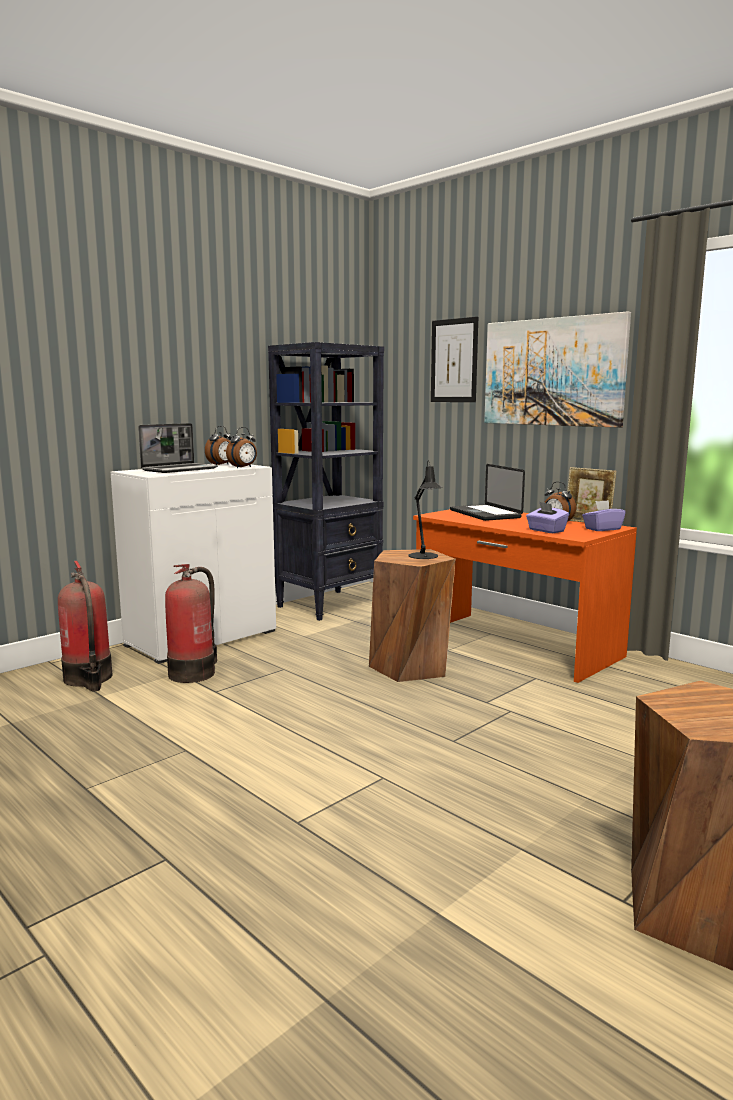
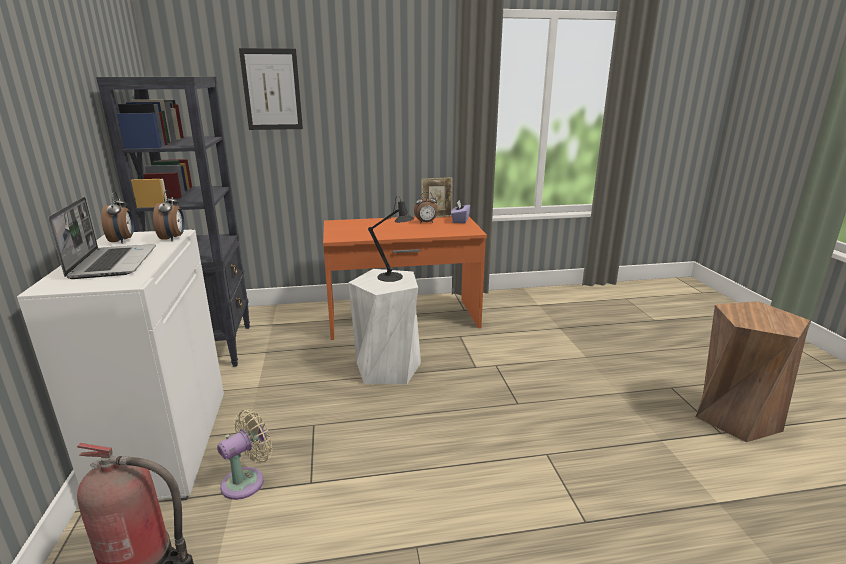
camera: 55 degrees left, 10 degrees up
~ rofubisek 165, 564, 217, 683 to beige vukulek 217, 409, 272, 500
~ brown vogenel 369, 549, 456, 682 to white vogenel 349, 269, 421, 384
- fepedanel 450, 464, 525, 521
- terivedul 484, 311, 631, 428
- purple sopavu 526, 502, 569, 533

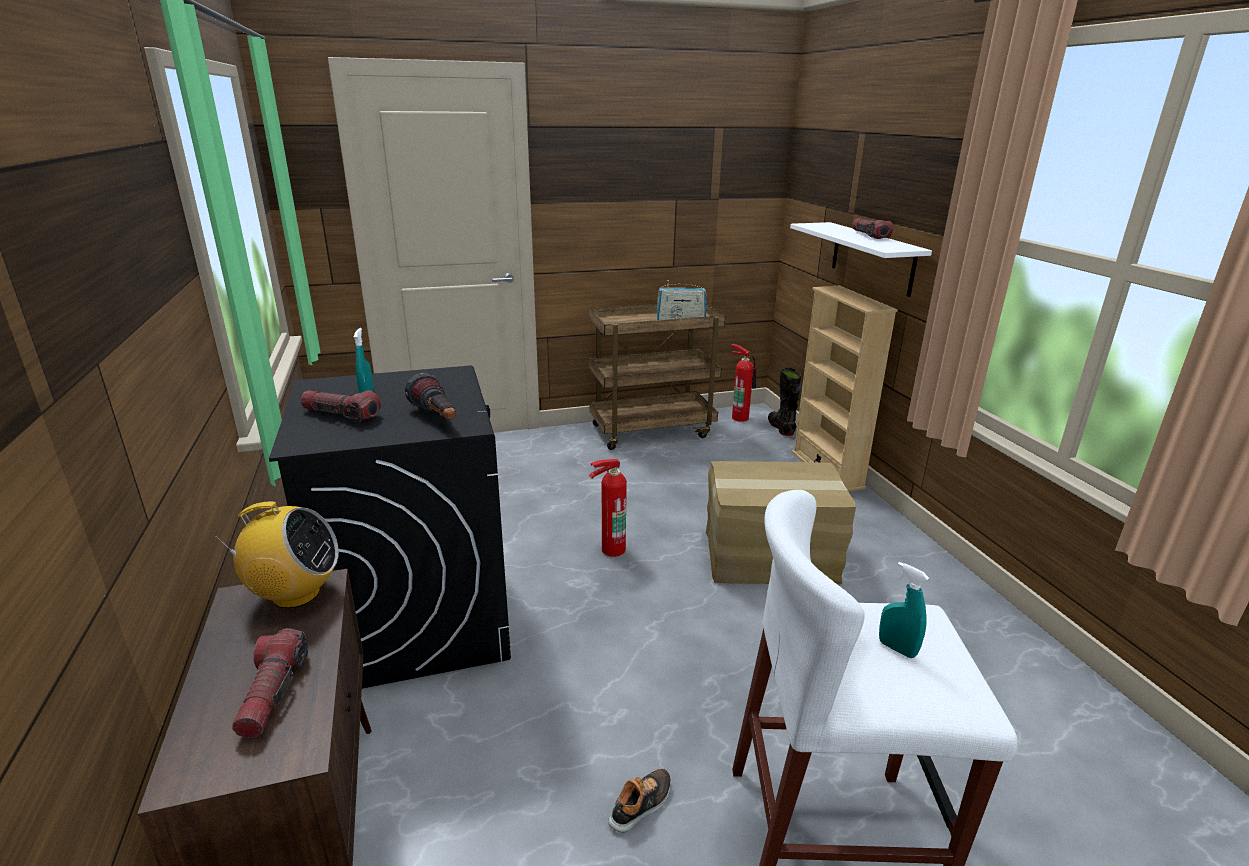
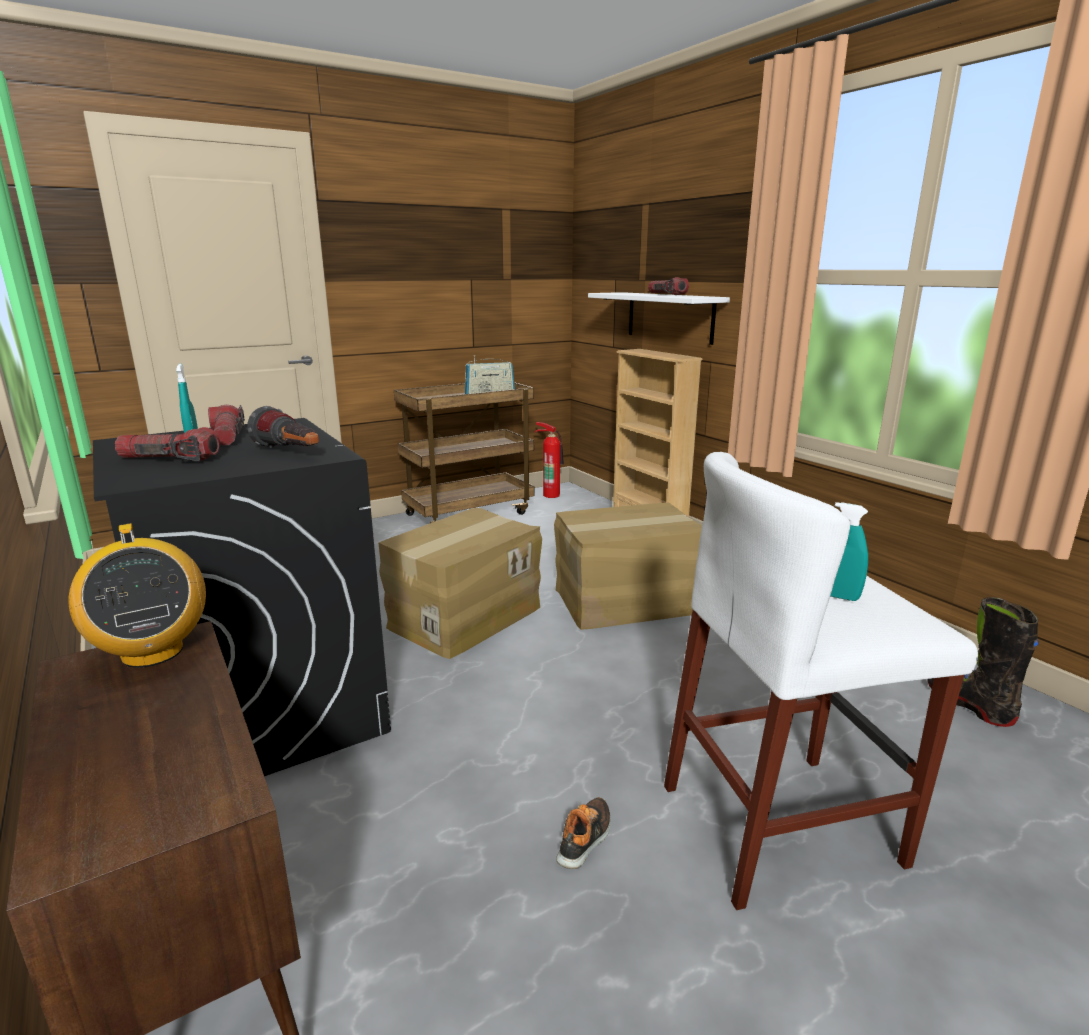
camera: 15 degrees left, 5 degrees down
~ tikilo 215, 502, 339, 609 = 68, 523, 206, 668 75 degrees clockwise
~ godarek 232, 628, 308, 738 to 208, 405, 245, 446
~ rofubisek 589, 459, 627, 557 to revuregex 379, 508, 542, 659
~ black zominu 768, 367, 801, 436 to 928, 597, 1039, 727

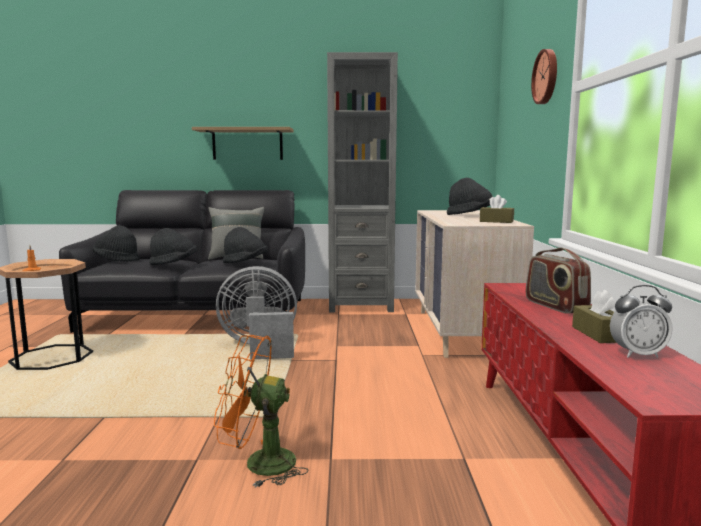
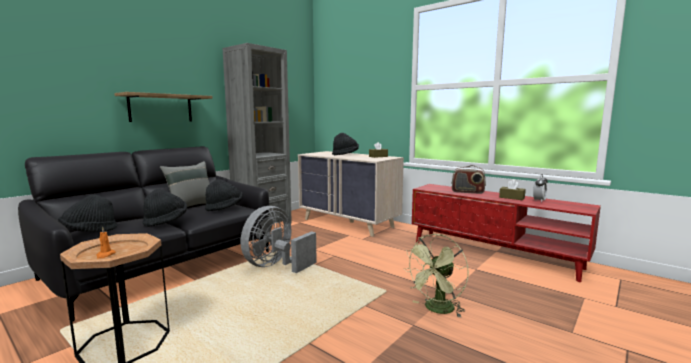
camera: 50 degrees left, 0 degrees up
~ orange vukulek 214, 335, 308, 487 to green vukulek 404, 234, 469, 317
- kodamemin 531, 49, 557, 104

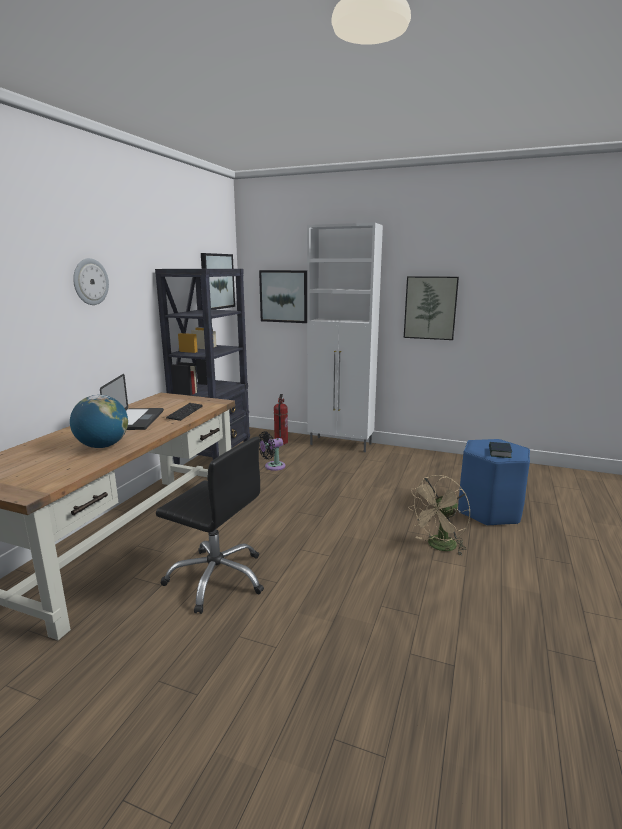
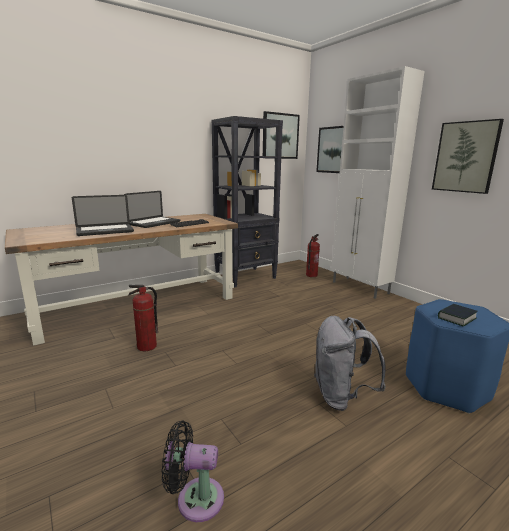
camera: 35 degrees right, 0 degrees up
~ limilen 70, 395, 128, 448 to fepedanel 72, 195, 134, 236
~ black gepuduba 156, 436, 264, 614 to rofubisek 129, 285, 158, 351
~ black vukulek 259, 431, 286, 471 to 161, 421, 224, 522
~ beige vukulek 408, 475, 470, 555 to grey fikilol 314, 316, 386, 411
- kodamemin 73, 258, 109, 305

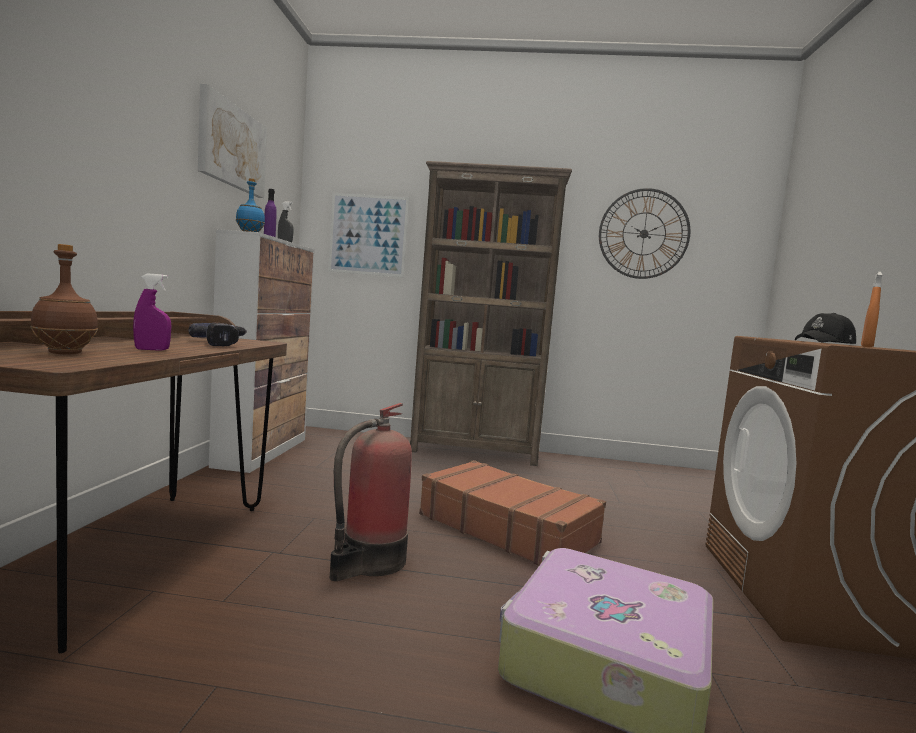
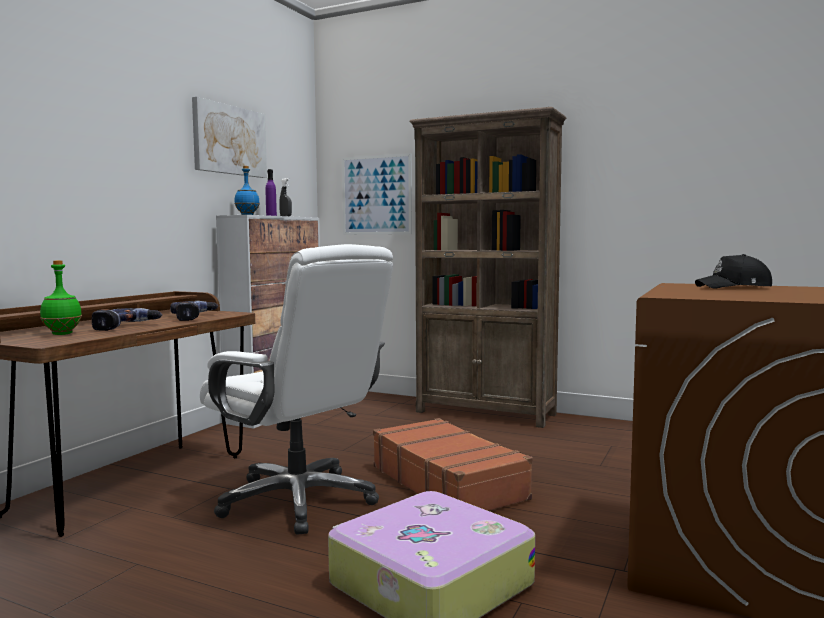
camera: 20 degrees right, 0 degrees up
~ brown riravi 30, 244, 98, 355 to green riravi 40, 260, 82, 335
~ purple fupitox 133, 273, 171, 351 to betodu 92, 308, 162, 331
~ rofubisek 330, 403, 412, 581 to white gepuduba 200, 244, 393, 535
- kodamemin 599, 188, 690, 279
- orange fupitox 861, 272, 882, 347

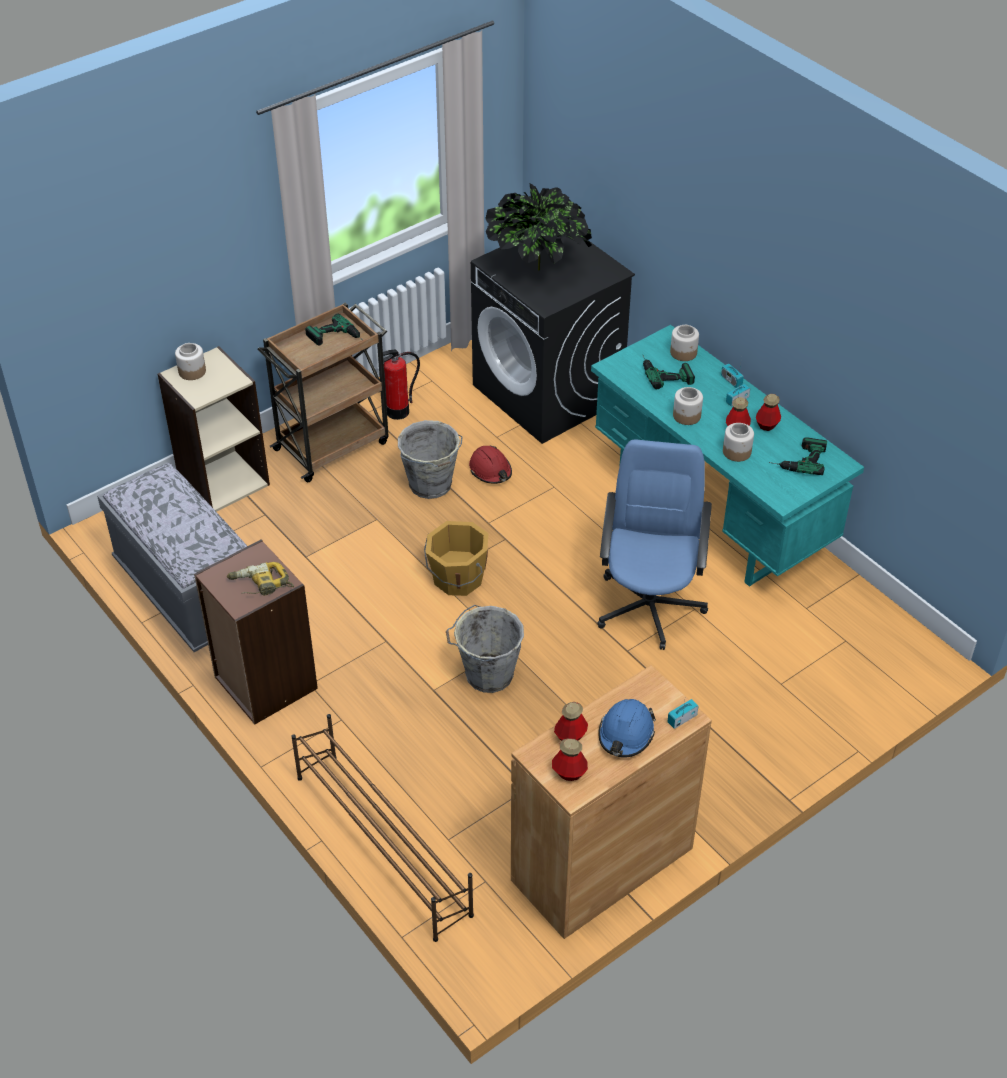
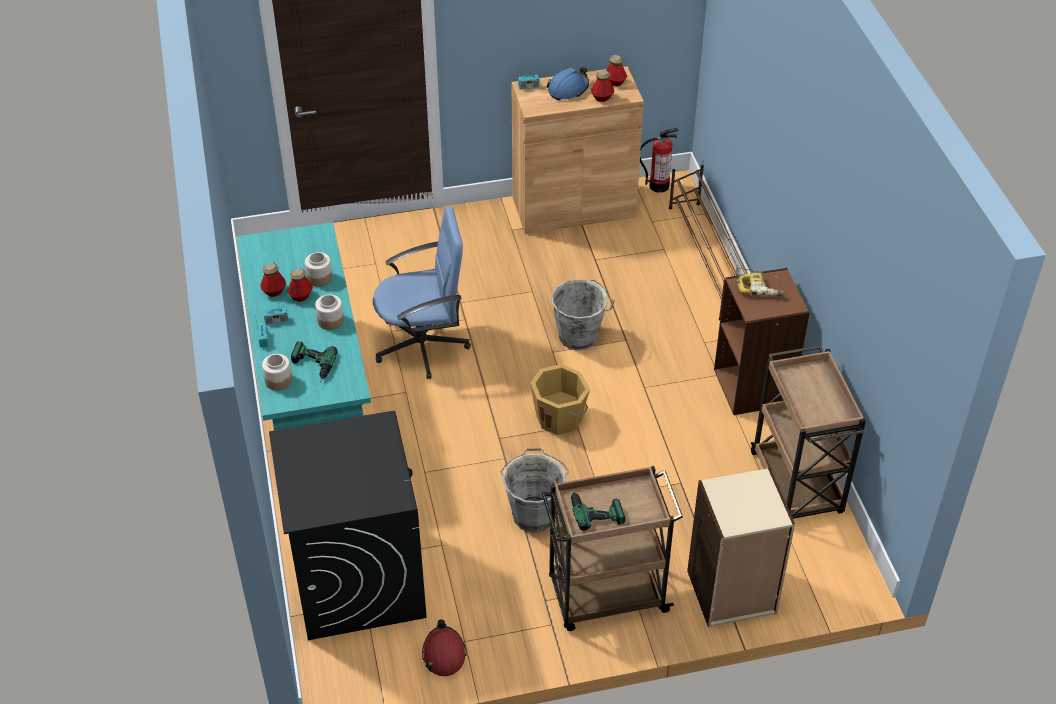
camera: 155 degrees left, 0 degrees up
~ blue gepuduba 598, 439, 712, 650 = 373, 206, 471, 379 135 degrees counterclockwise
~ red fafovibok 469, 446, 512, 484 to 422, 619, 467, 676
~ rofubisek 383, 349, 420, 420 to 640, 128, 679, 193
~ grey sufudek 97, 463, 247, 652 to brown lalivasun 751, 345, 866, 519
- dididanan 175, 343, 206, 380
- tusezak 485, 183, 592, 270
- betodu 769, 437, 827, 475

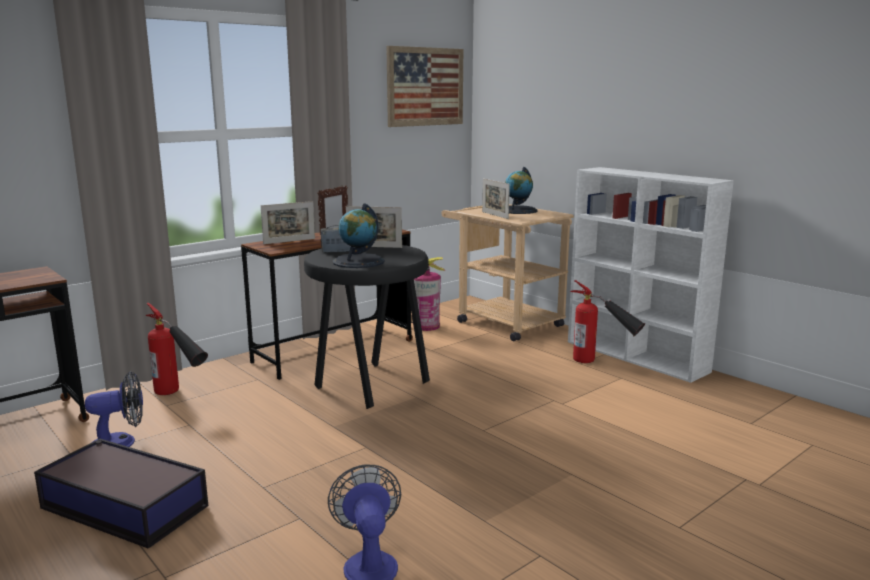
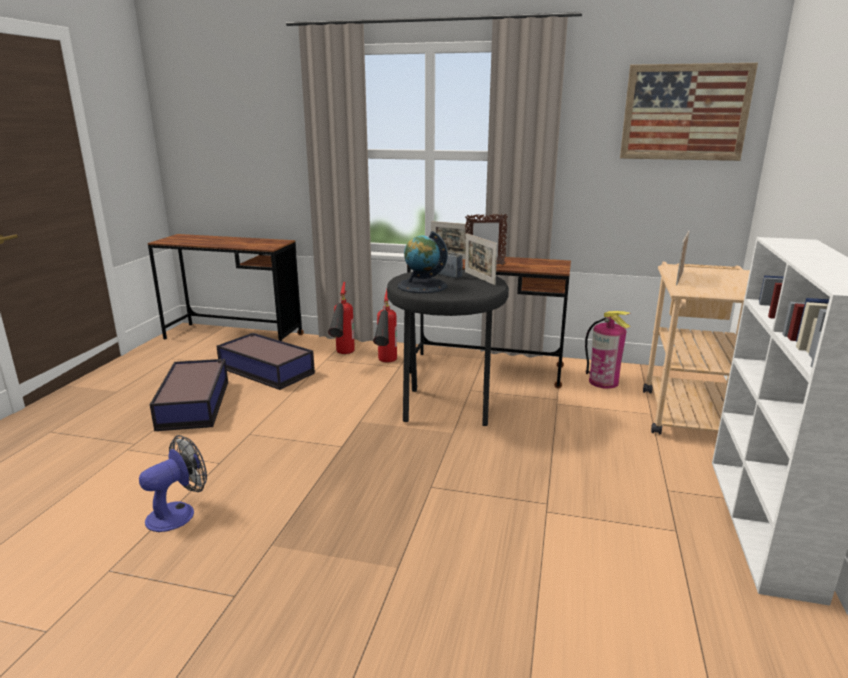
camera: 55 degrees right, 5 degrees up
~ vukulek 85, 371, 143, 447 to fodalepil 216, 333, 315, 390
~ rofubisek 570, 280, 645, 363 to 373, 289, 397, 363
- limilen 505, 167, 537, 214

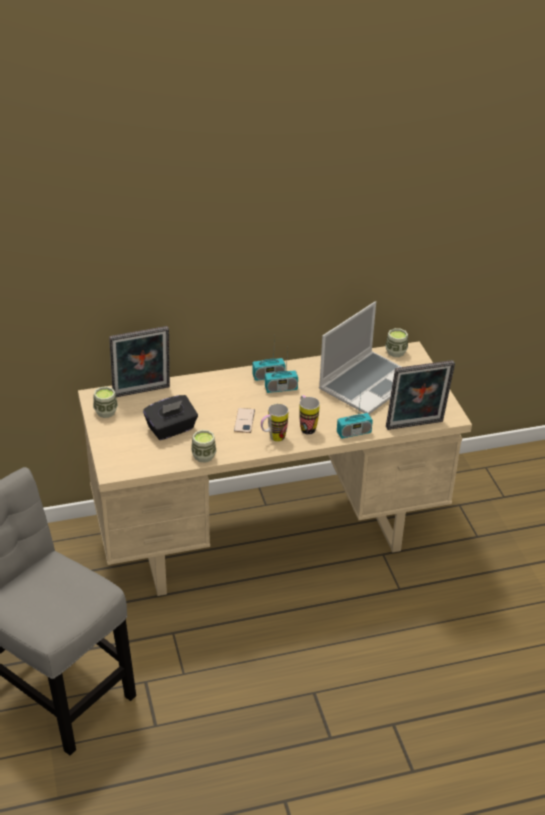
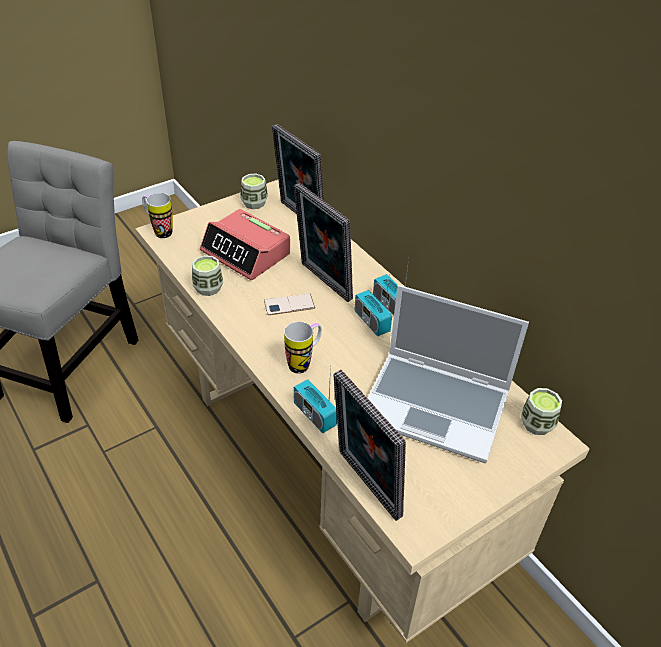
camera: 70 degrees right, 5 degrees up
~ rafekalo 261, 404, 289, 442 to 142, 193, 173, 238
~ black sopavu 143, 395, 198, 440 to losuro 200, 209, 290, 280
+ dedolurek 294, 183, 353, 302

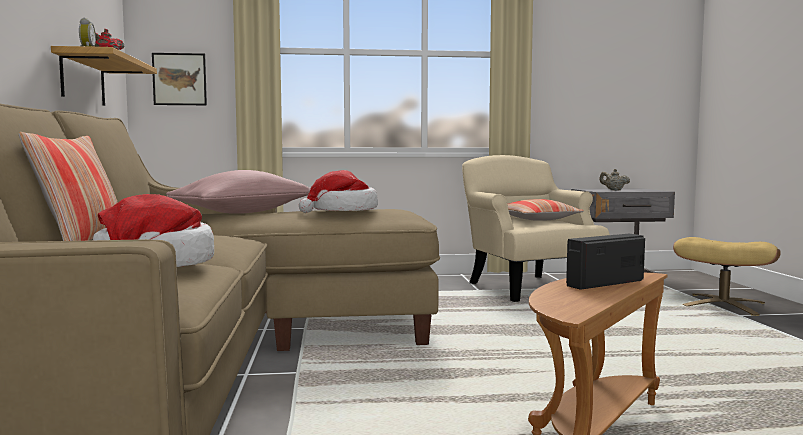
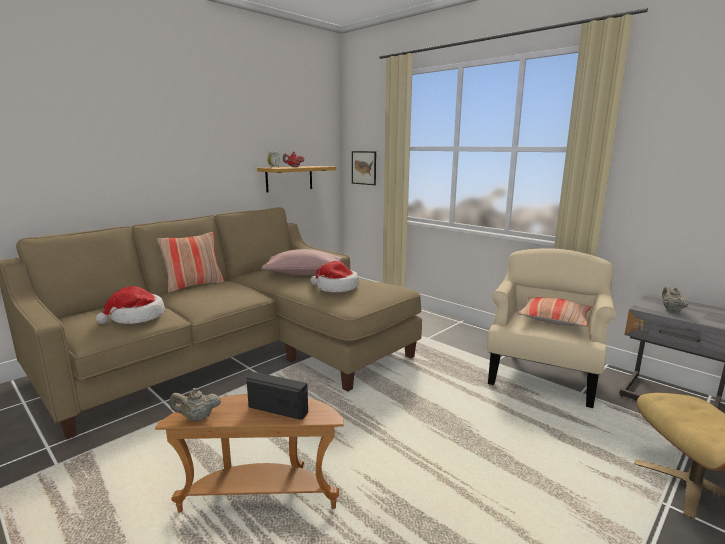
camera: 50 degrees right, 10 degrees up
+ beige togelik 169, 388, 221, 421

